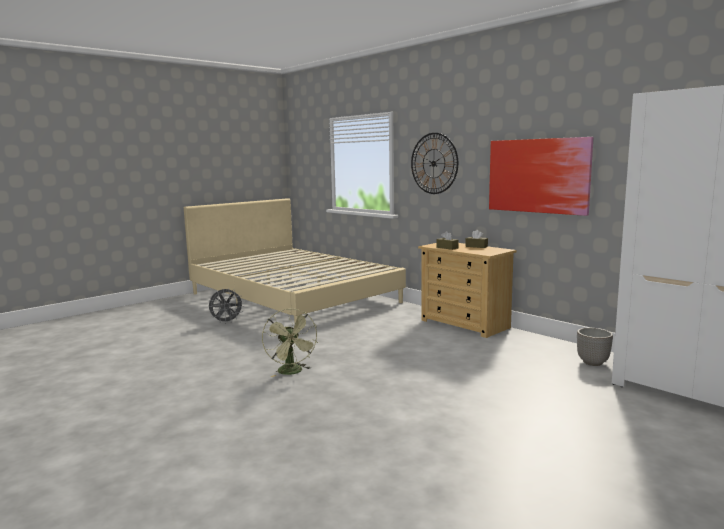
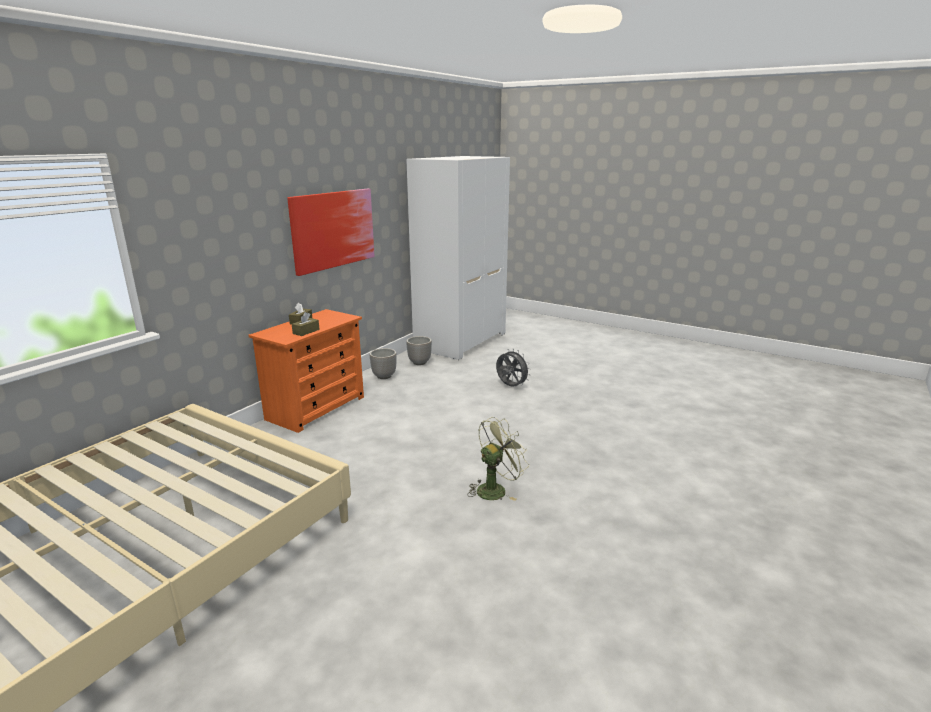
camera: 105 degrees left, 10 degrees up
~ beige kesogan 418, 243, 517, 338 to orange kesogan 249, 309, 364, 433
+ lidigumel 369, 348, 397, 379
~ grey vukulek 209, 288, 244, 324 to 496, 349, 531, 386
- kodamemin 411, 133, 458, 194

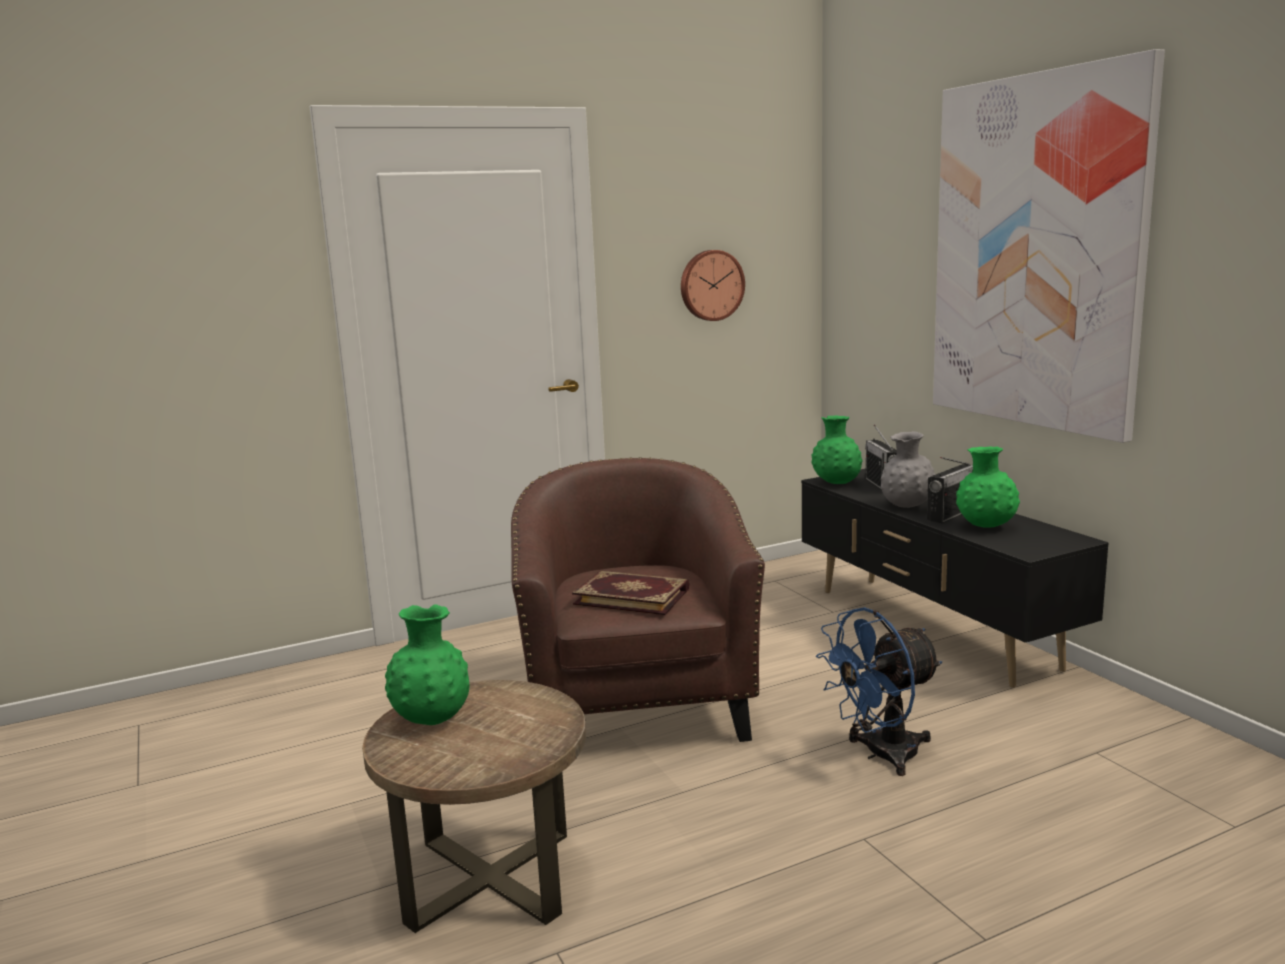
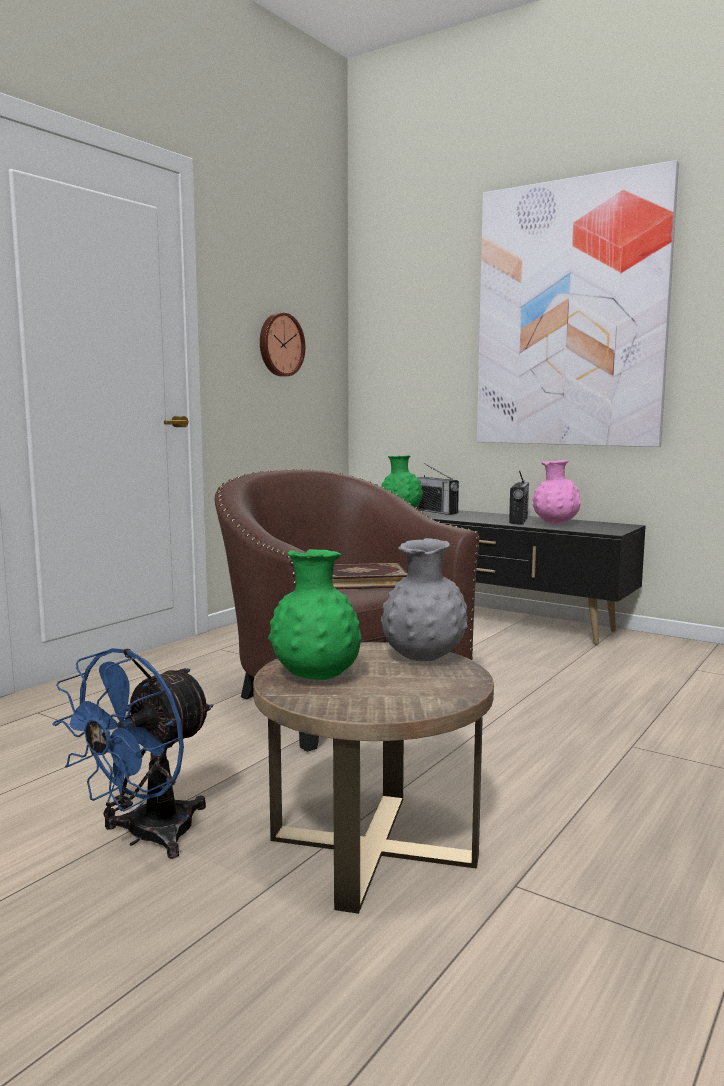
camera: 30 degrees left, 5 degrees down
~ blue vukulek 816, 607, 942, 776 to 52, 648, 213, 859
~ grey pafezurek 881, 431, 935, 508 to 381, 538, 468, 661
~ green pafezurek 956, 447, 1020, 528 to pink pafezurek 532, 460, 581, 524

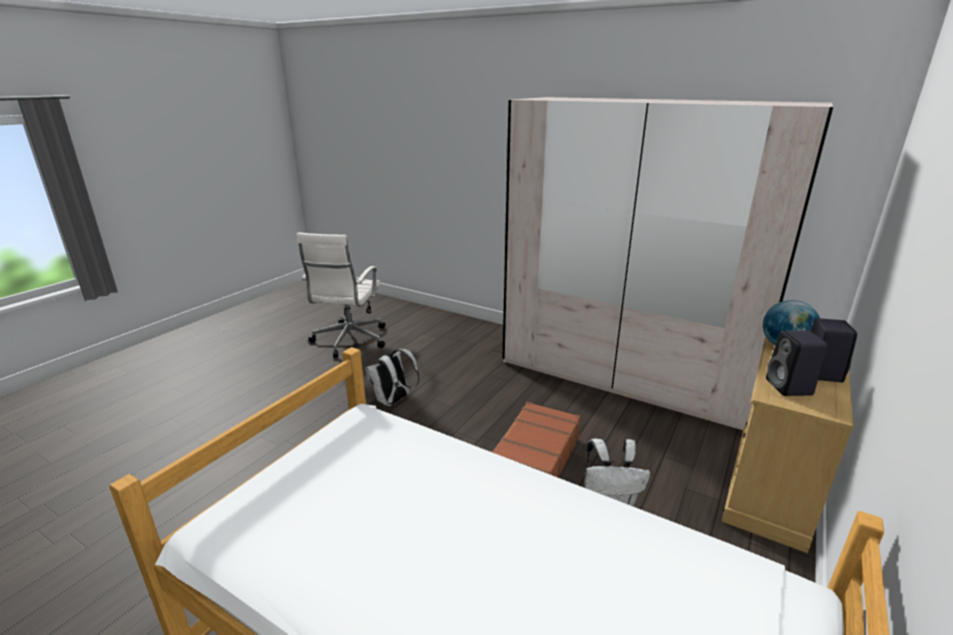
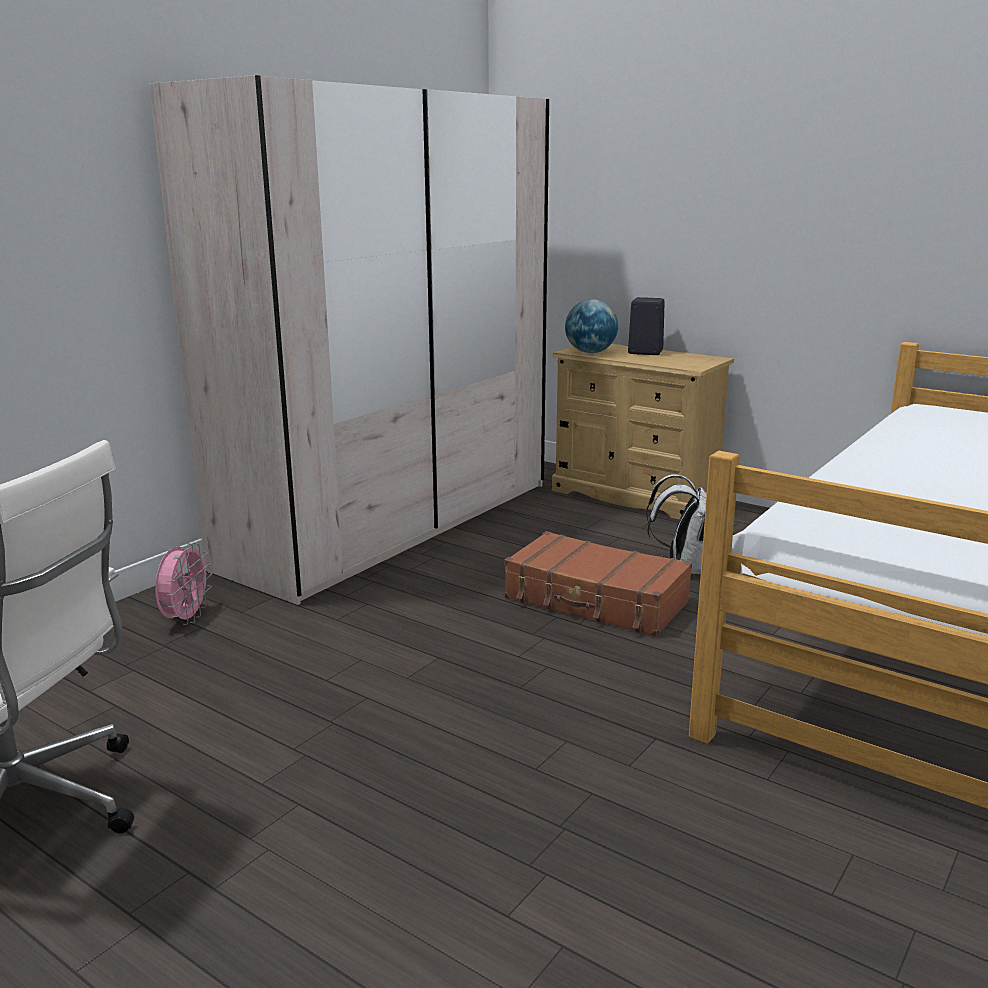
camera: 85 degrees left, 5 degrees down
+ pink vukulek 155, 542, 212, 625
- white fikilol 365, 349, 419, 406
- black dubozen 766, 330, 828, 396

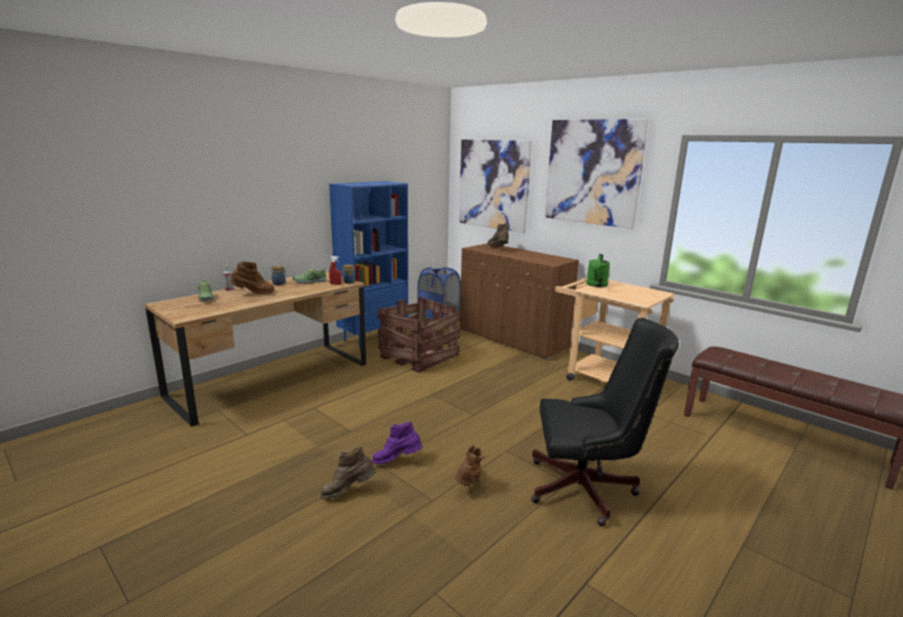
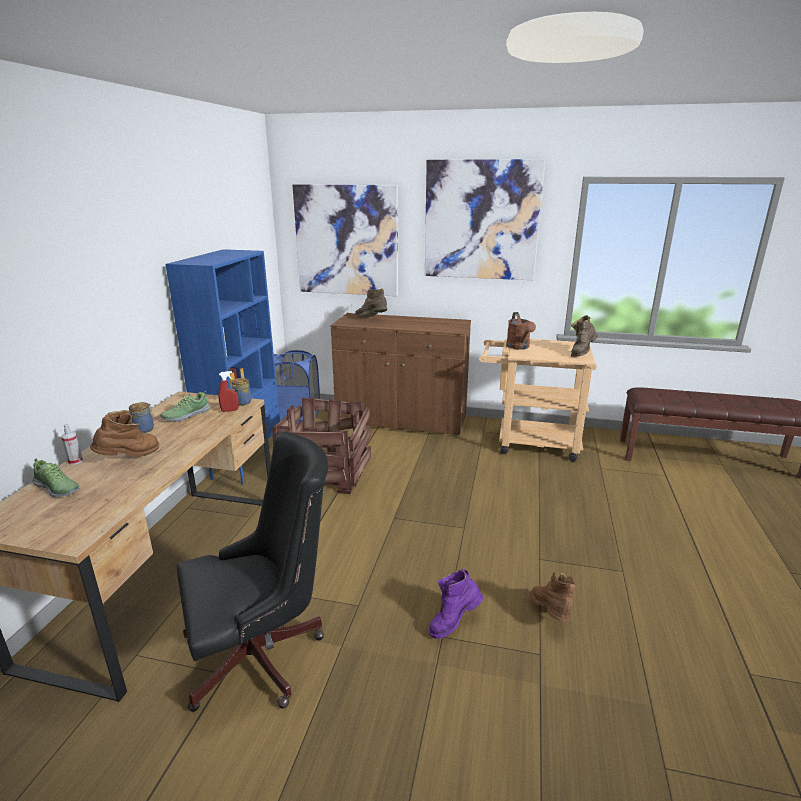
camera: 30 degrees left, 5 degrees up
~ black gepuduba 531, 318, 679, 527 to 177, 431, 328, 712
~ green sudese 586, 254, 610, 287 to brown sudese 506, 312, 536, 350
~ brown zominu 320, 446, 376, 499 to 571, 315, 598, 357

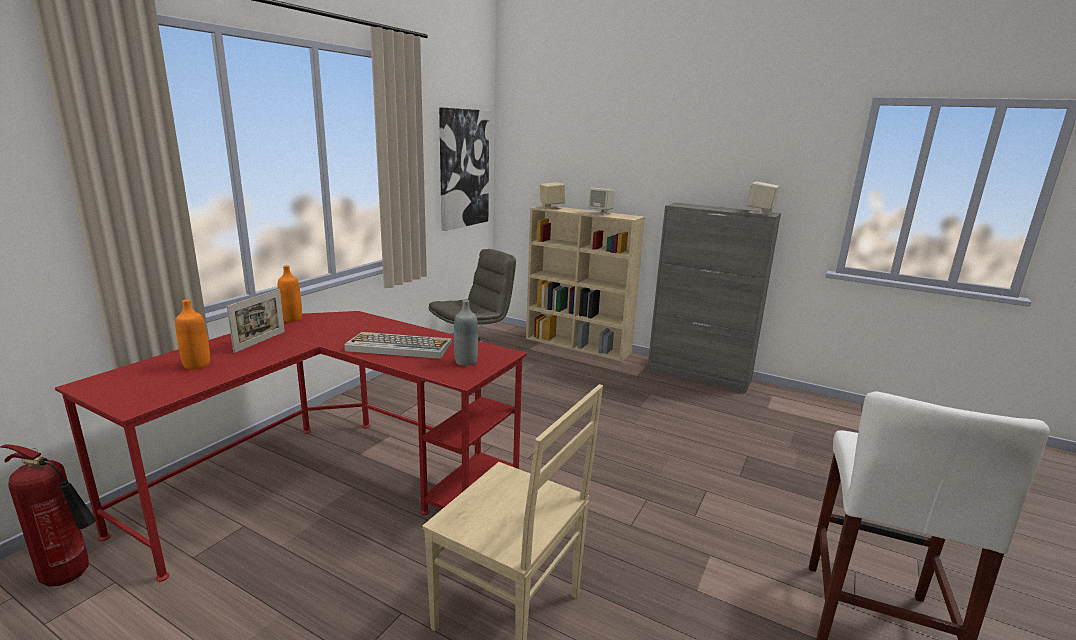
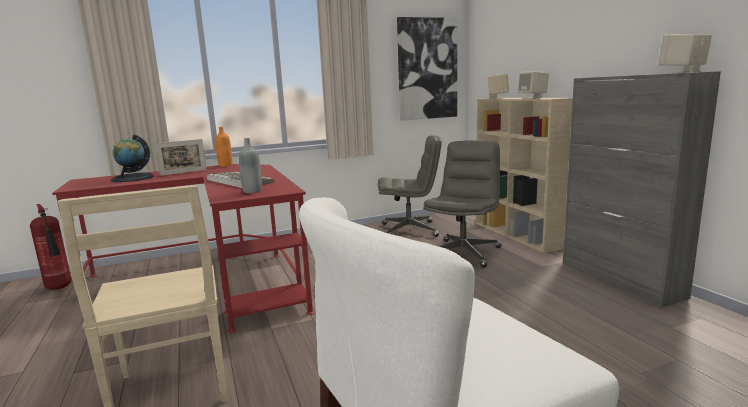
camera: 40 degrees right, 5 degrees down
~ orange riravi 175, 299, 210, 370 to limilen 111, 134, 154, 182
+ grey gepuduba 423, 140, 502, 268

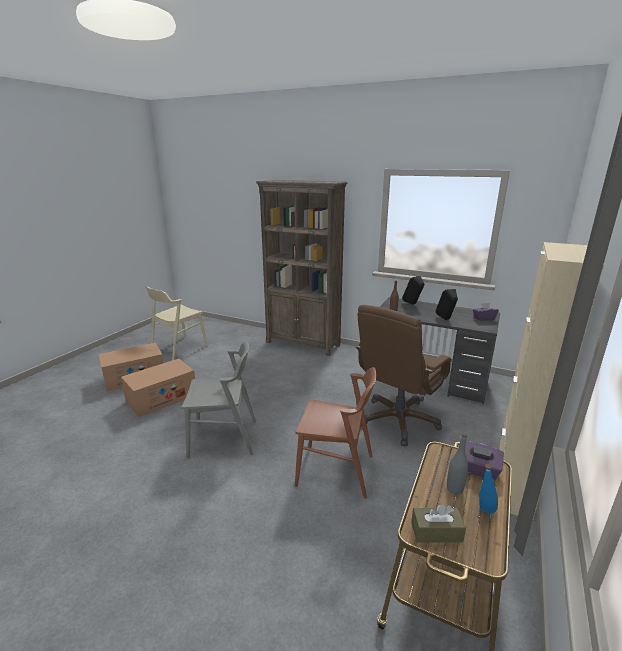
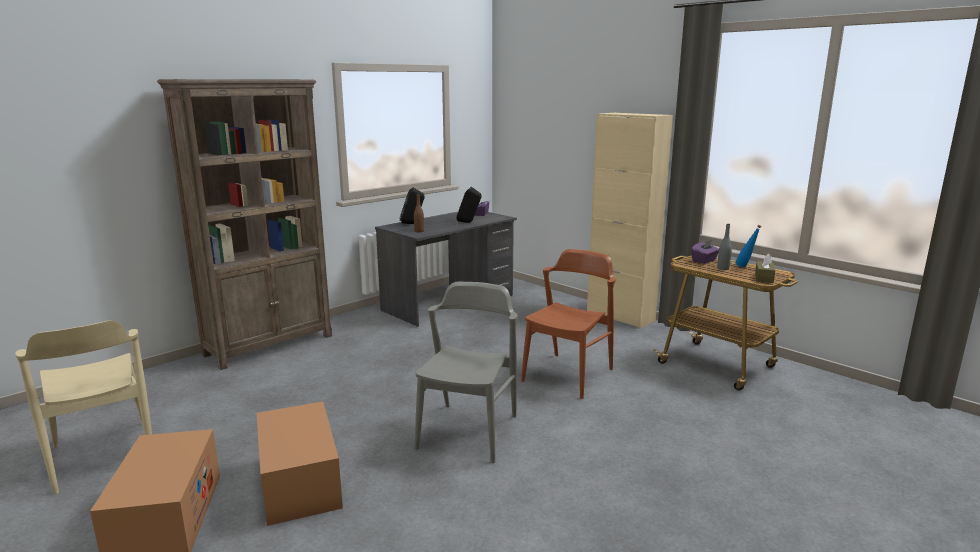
camera: 70 degrees left, 5 degrees down
- brown gepuduba 356, 305, 452, 446

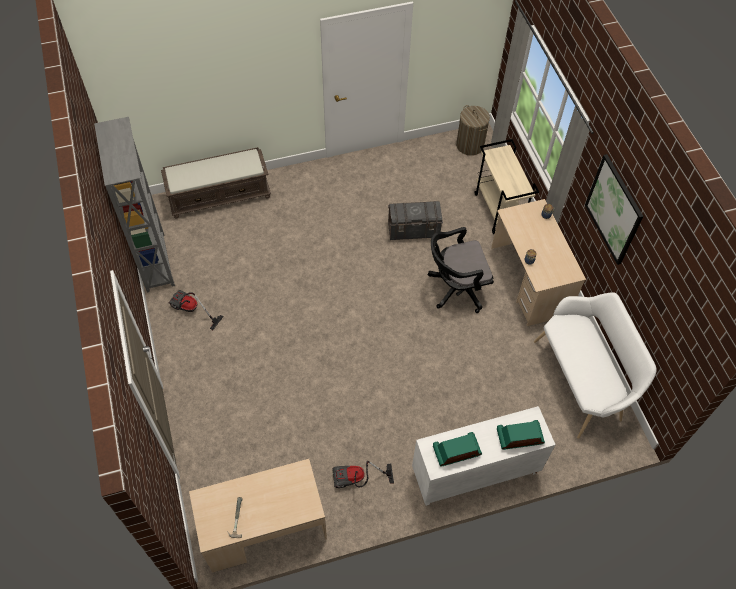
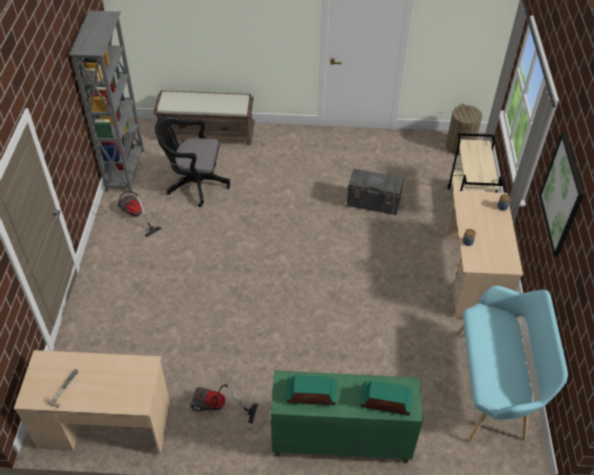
camera: 20 degrees right, 10 degrees down
~ black gepuduba 428, 227, 494, 313 to 155, 115, 230, 207
~ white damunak 412, 406, 556, 506 to green damunak 271, 370, 423, 463
~ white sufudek 534, 292, 657, 439 to turquoise sufudek 456, 286, 568, 443

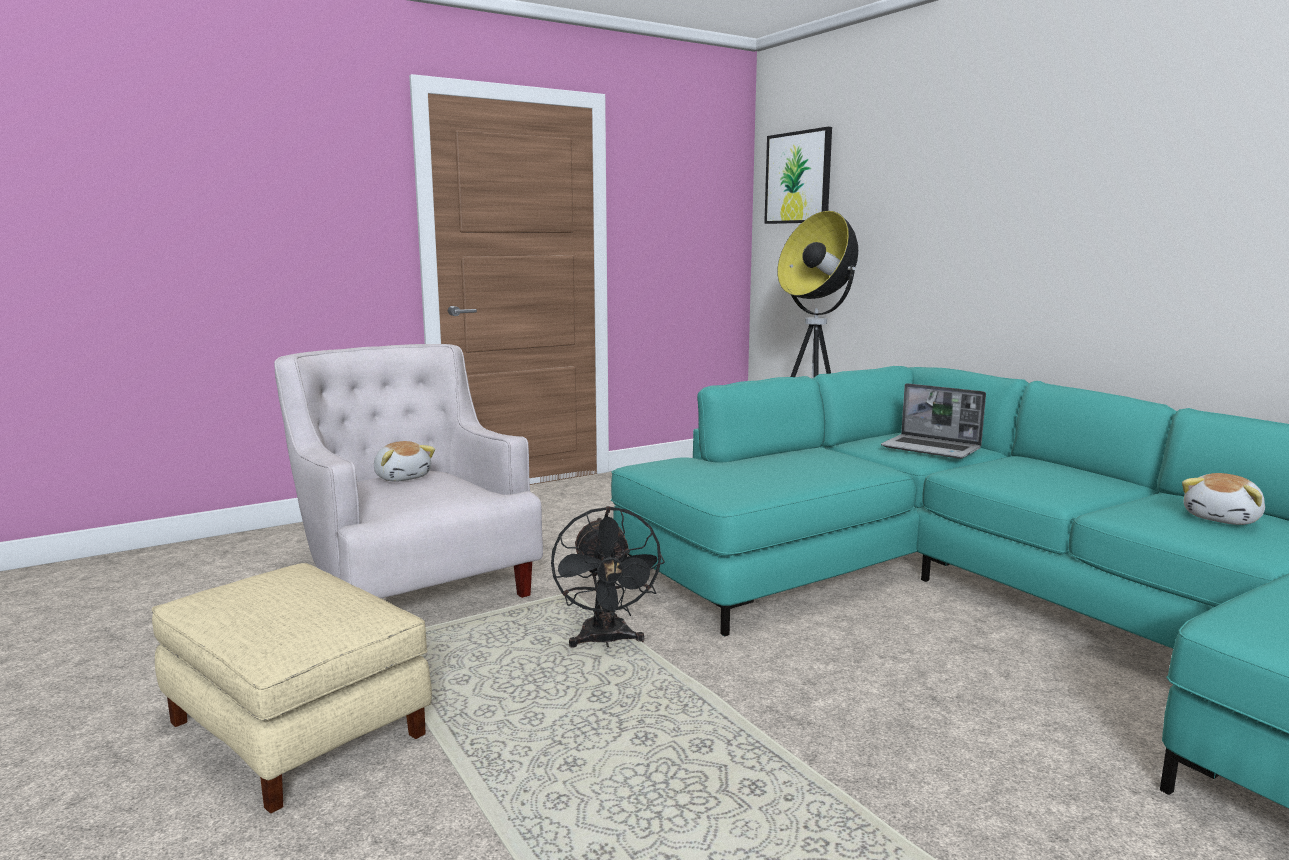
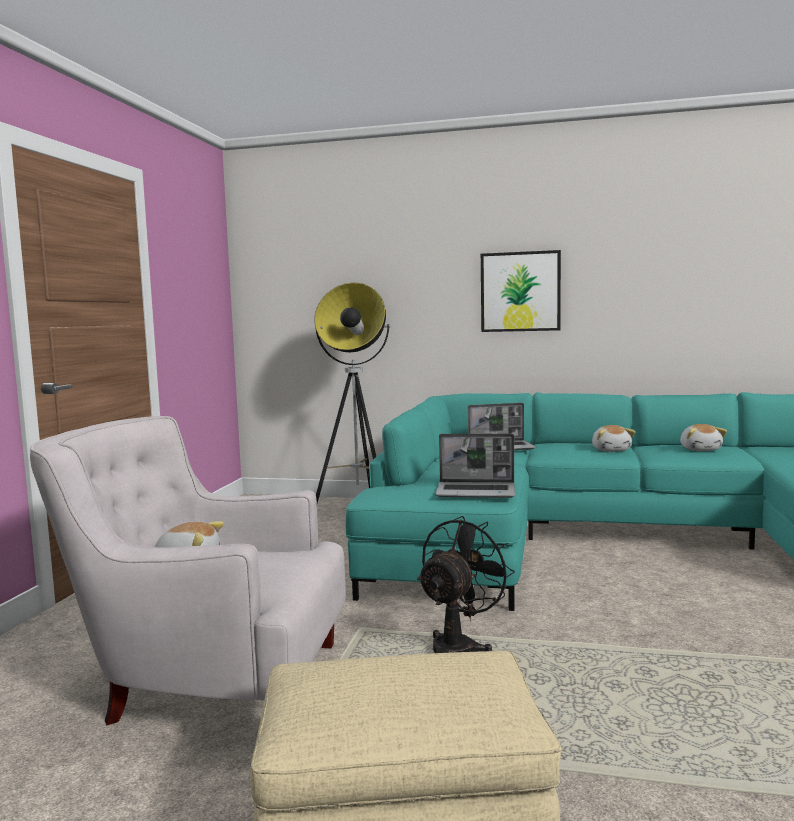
camera: 45 degrees left, 5 degrees down
~ black vukulek 551, 506, 665, 648 = 417, 516, 515, 653 90 degrees counterclockwise
+ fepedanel 435, 434, 515, 498
~ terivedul 764, 127, 832, 224 to 481, 250, 561, 332
+ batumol 592, 425, 635, 452

